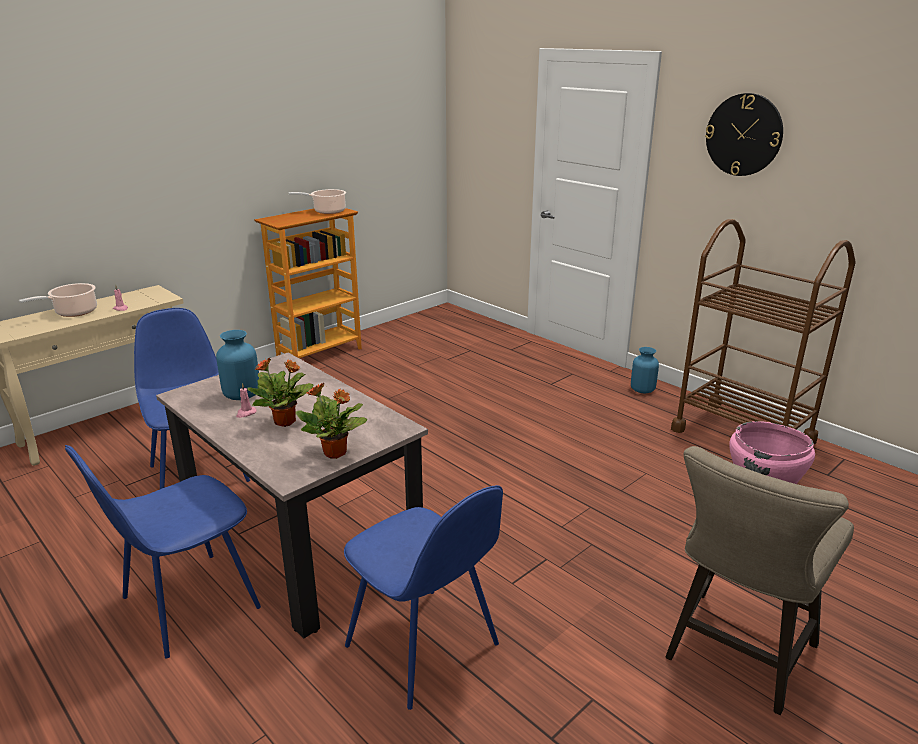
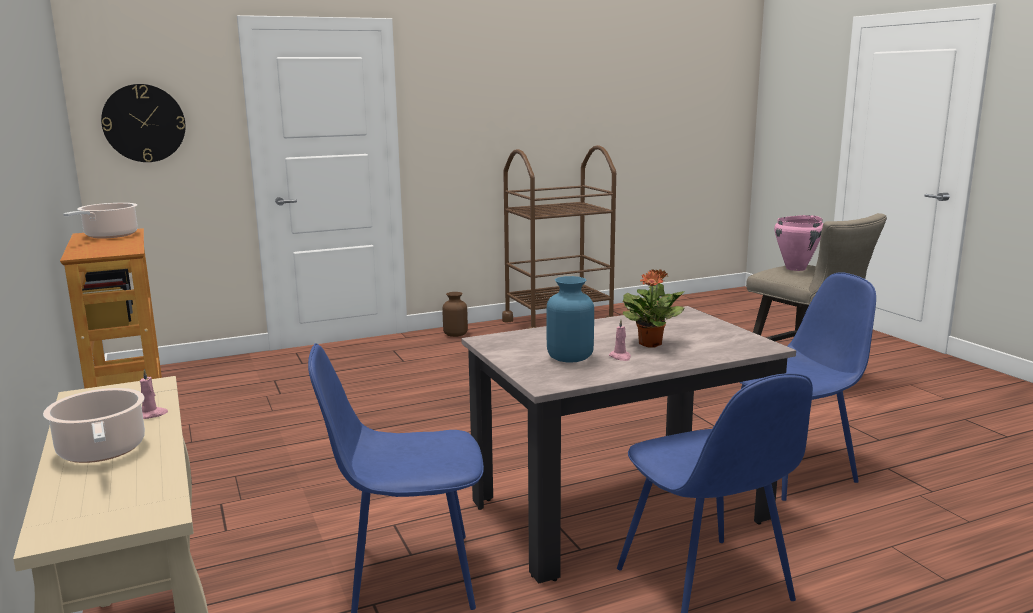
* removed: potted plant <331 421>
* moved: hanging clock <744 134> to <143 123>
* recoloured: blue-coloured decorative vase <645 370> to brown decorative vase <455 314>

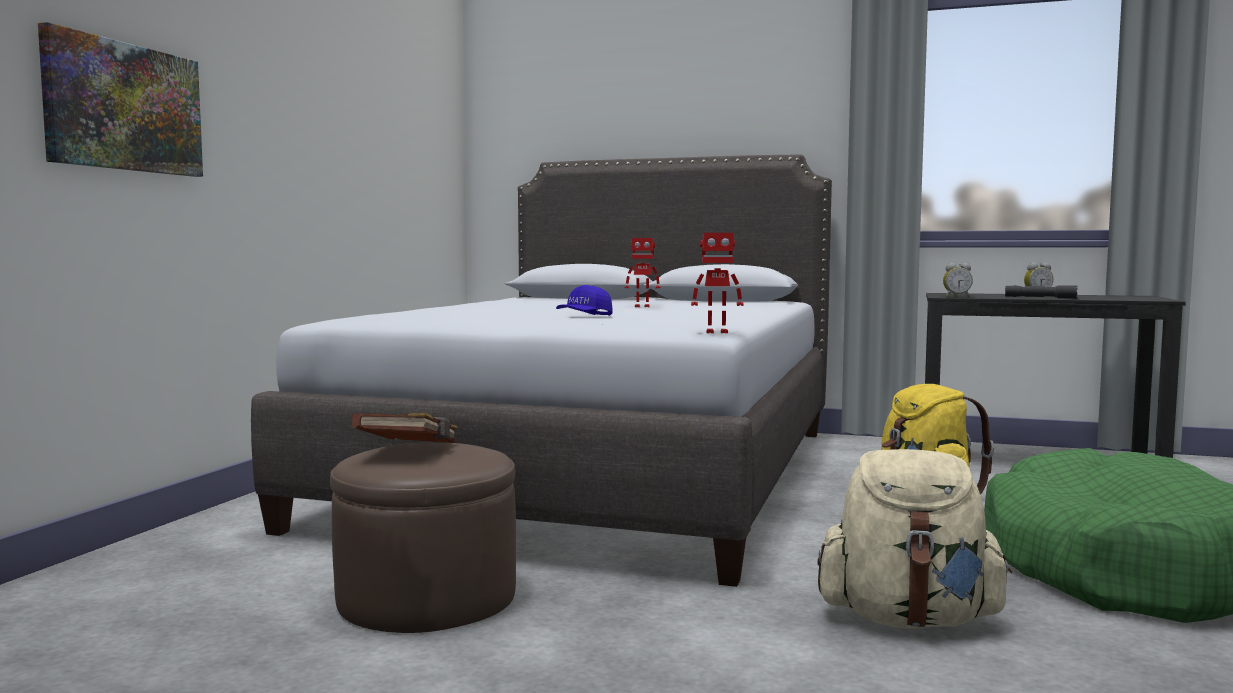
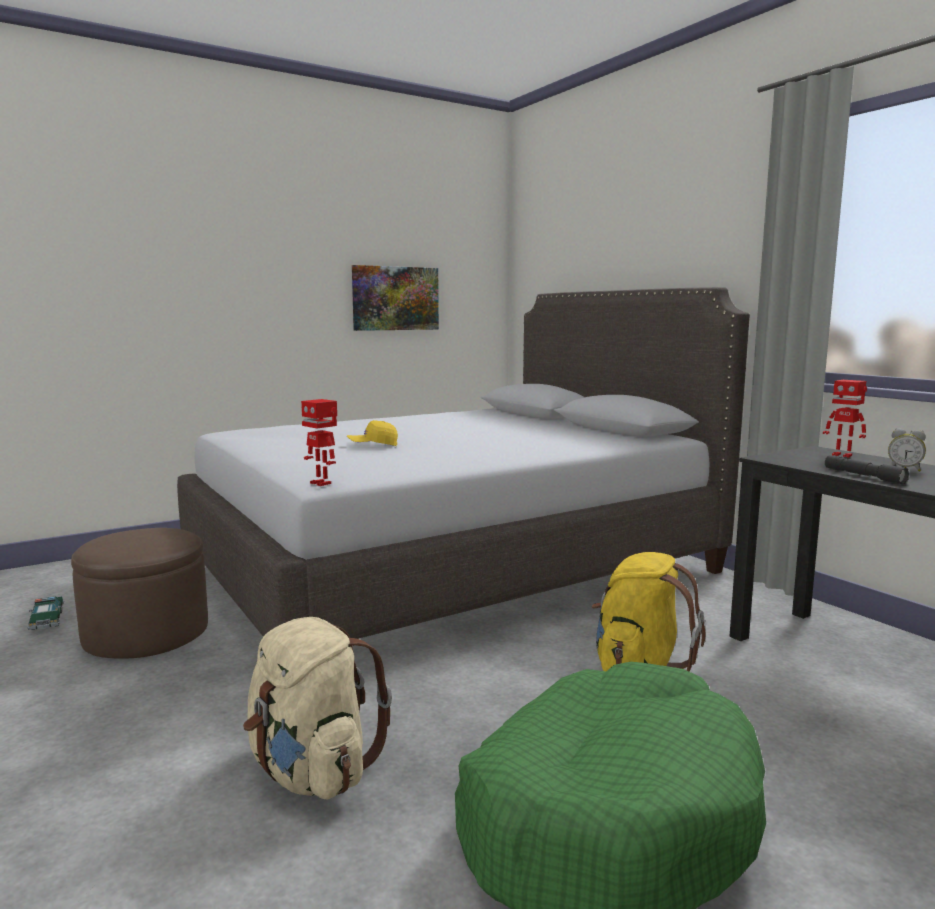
* removed: brown book <404 428>
* removed: bedside clock <958 280>
* added: toy car <45 613>
* moved: wall picture <120 99> to <395 298>
* moved: robot figure <642 272> to <845 418>
* recoloured: blue-coloured baseball cap <584 300> to yellow-coloured baseball cap <372 433>

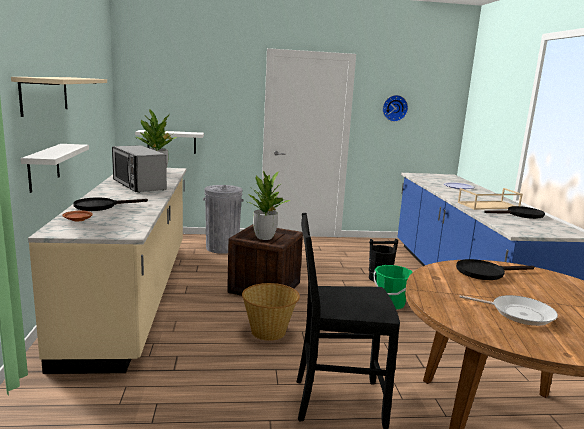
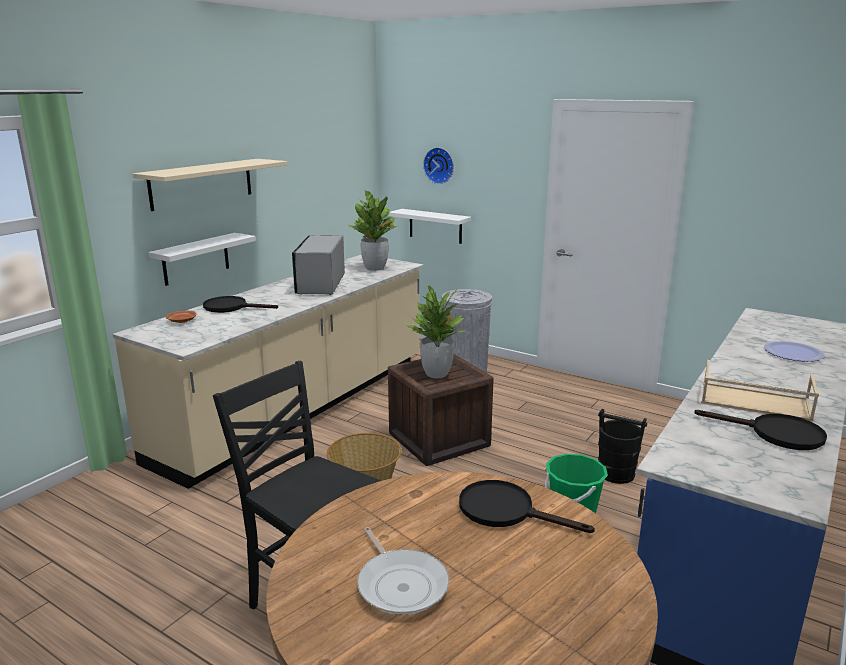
* moved: hanging clock <395 108> to <438 165>

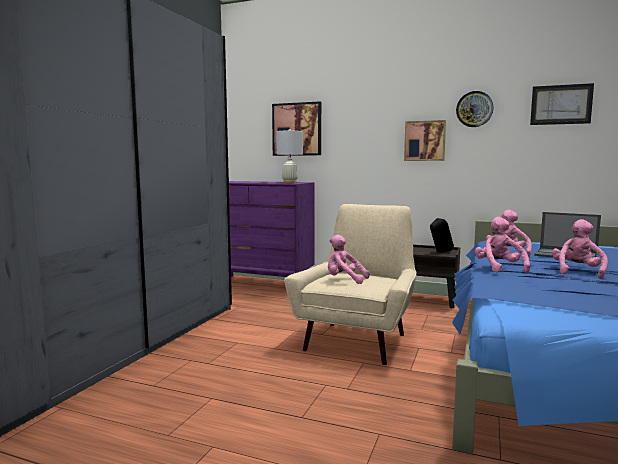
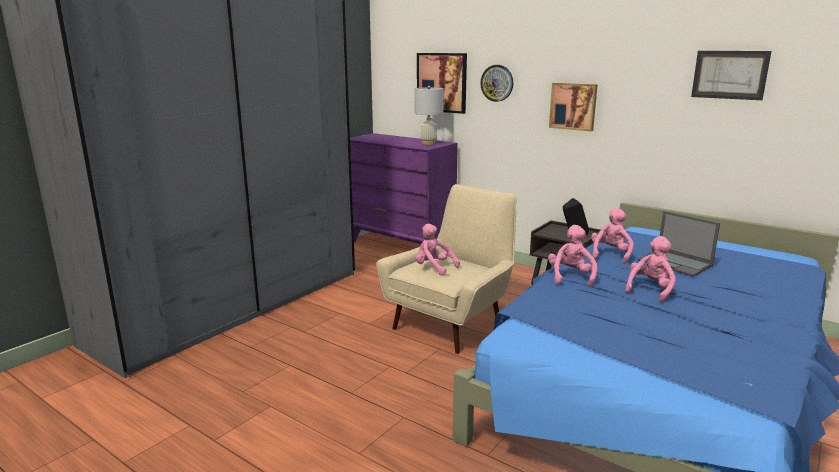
* moved: hanging clock <475 109> to <496 83>

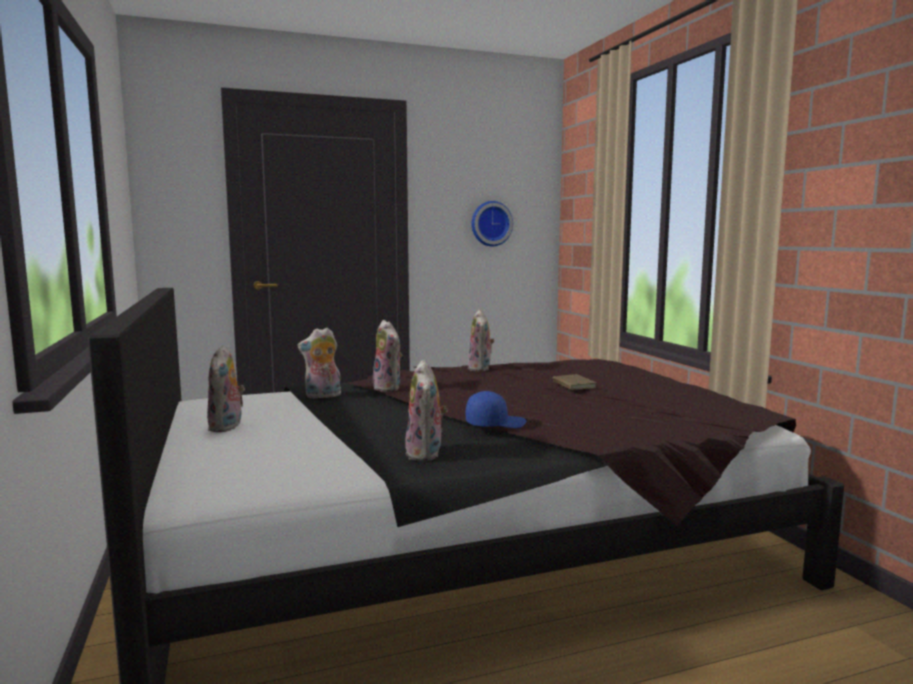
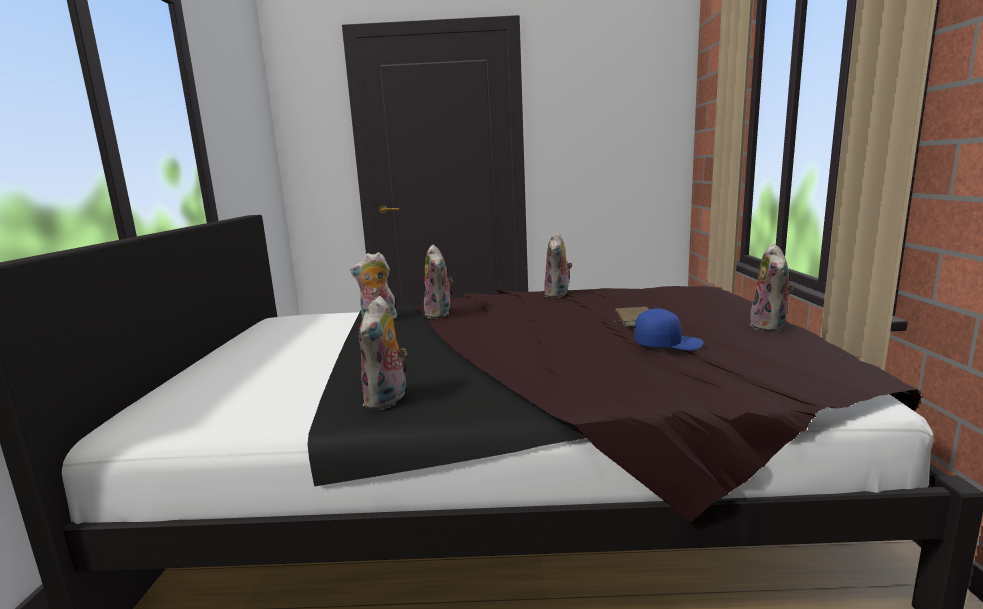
* removed: hanging clock <492 223>
* moved: cuddly toy <226 388> to <772 288>
* moved: blue-coloured baseball cap <496 409> to <669 329>

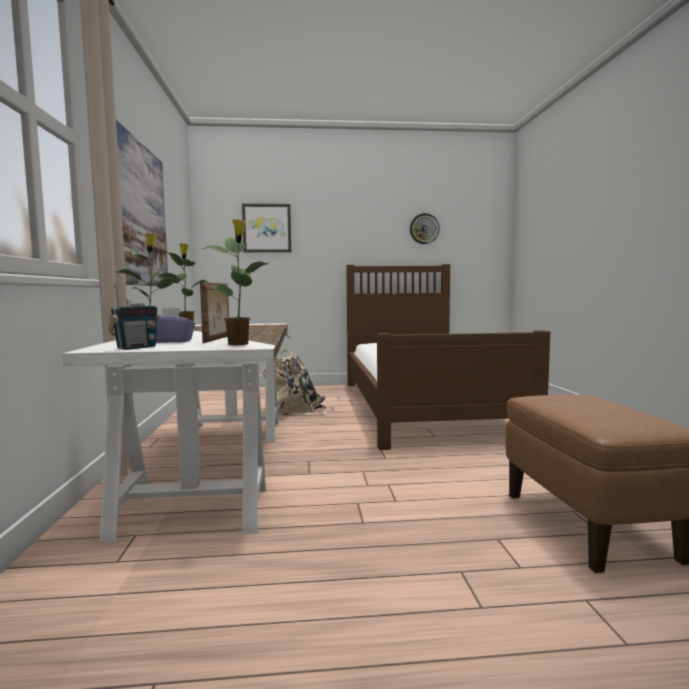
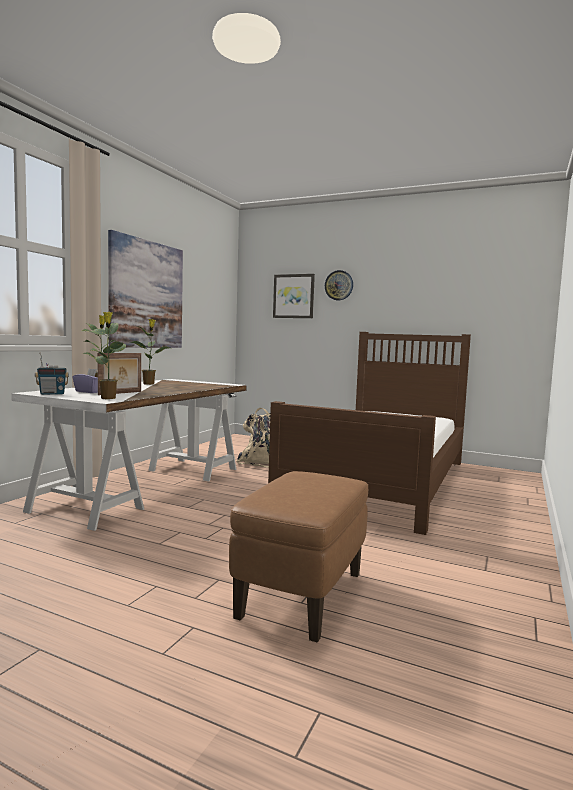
* moved: hanging clock <425 228> to <339 285>

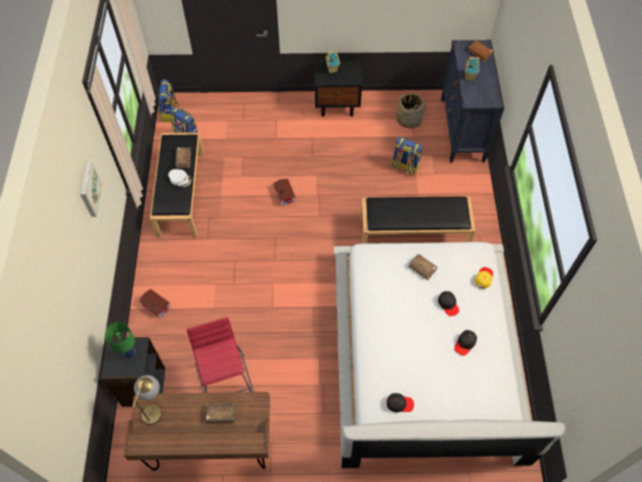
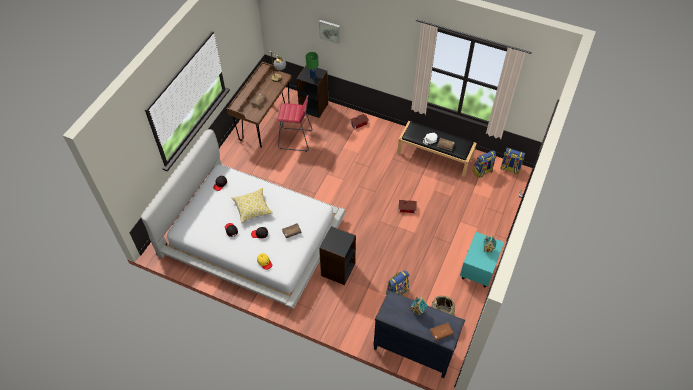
* added: throw pillow <252 205>
* moved: wall picture <91 189> to <329 32>
* replaced: black indoor bench <417 220> to black shelving unit <337 255>
* recoloured: black night table <338 88> to turquoise night table <482 259>

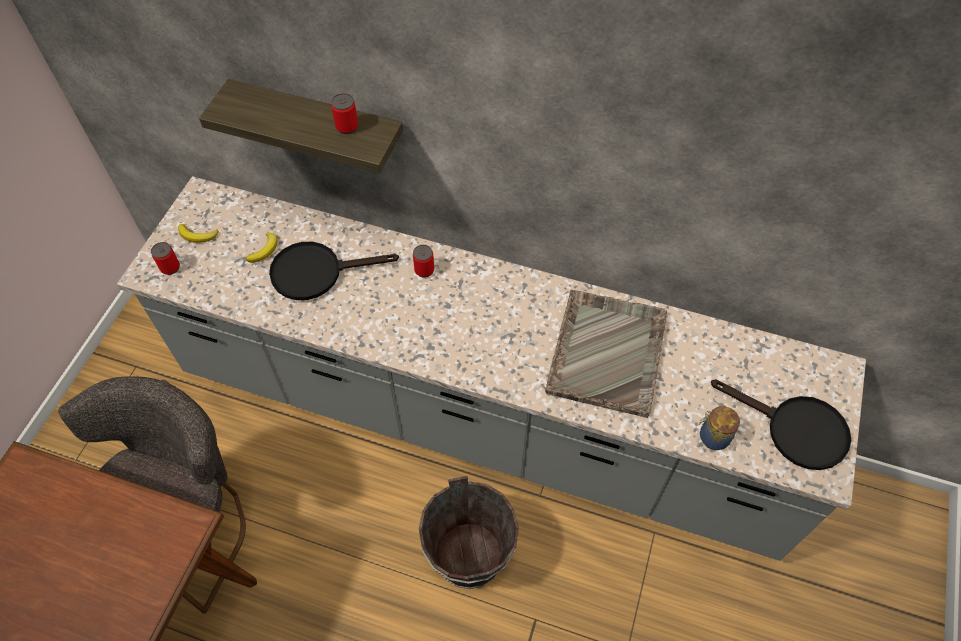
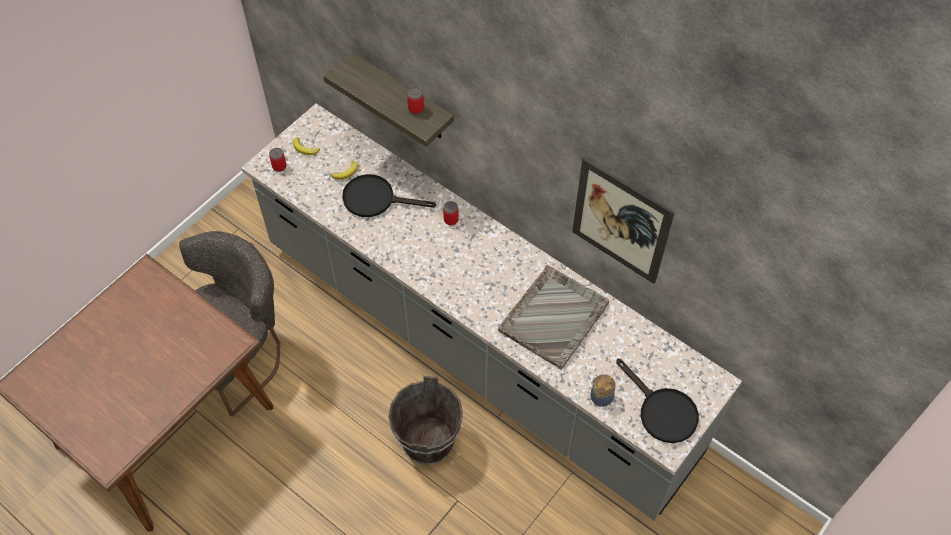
* added: wall picture <623 220>

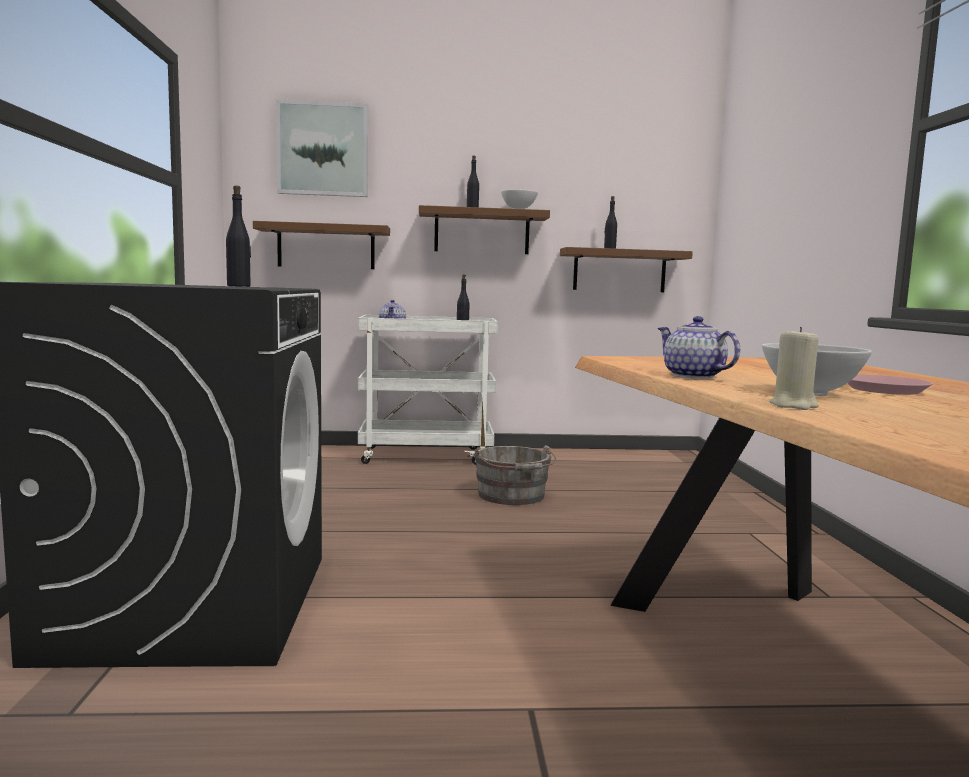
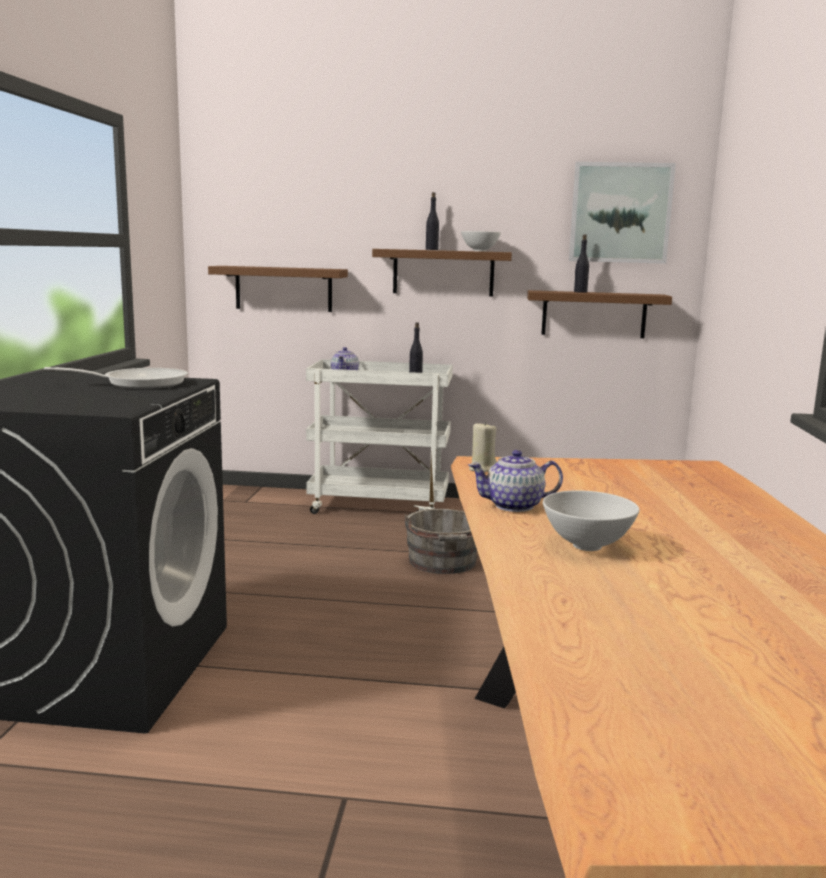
* removed: pink-coloured flat dish <890 384>
* moved: wall picture <322 148> to <622 213>
* moved: beige-coloured wax candle <794 368> to <483 447>
* replaced: black drink bottle <238 236> to skillet <116 378>
* turned: pot for tea <699 347> = <516 481> 75 degrees counterclockwise

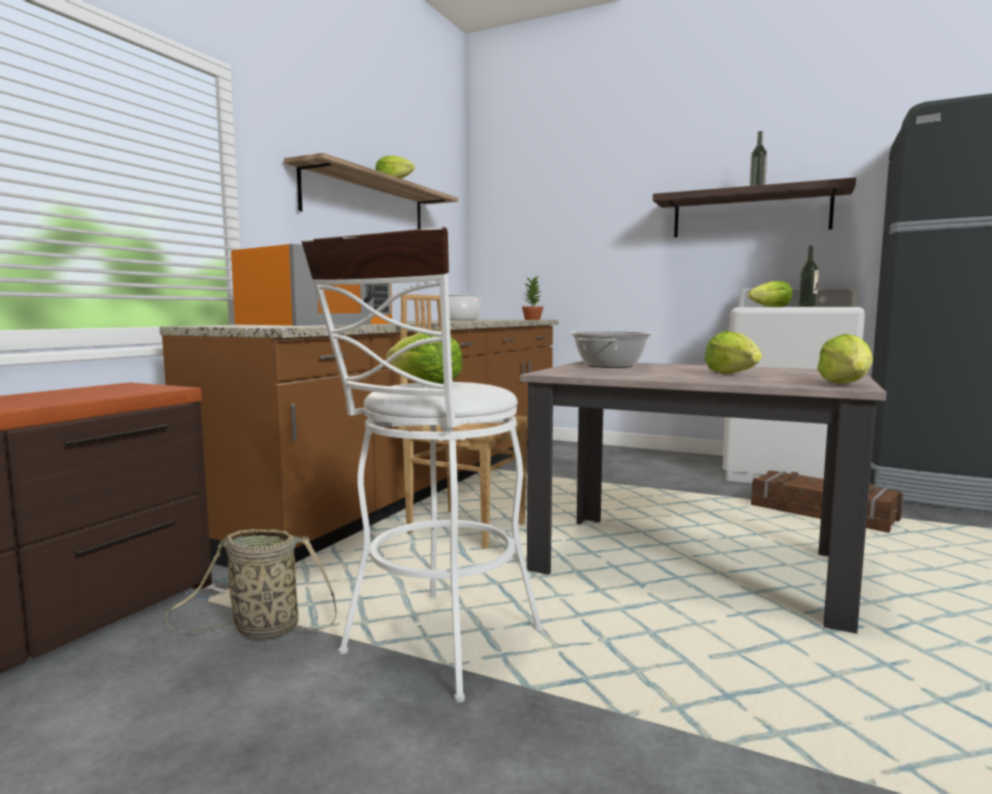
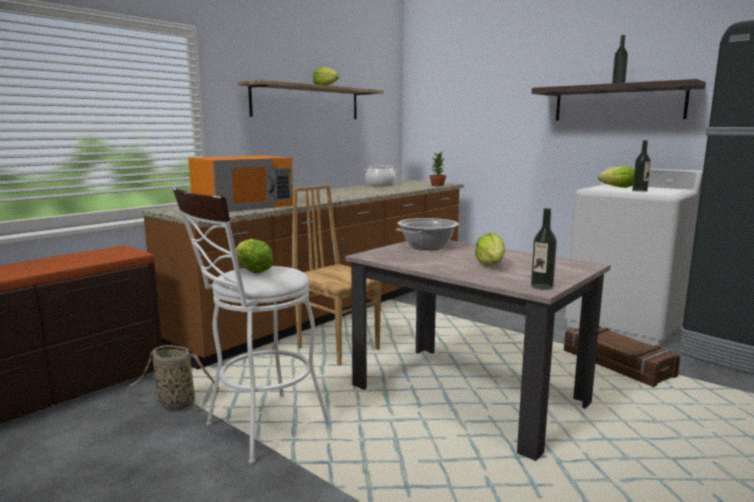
* replaced: lettuce head <845 358> to drink bottle <544 249>

